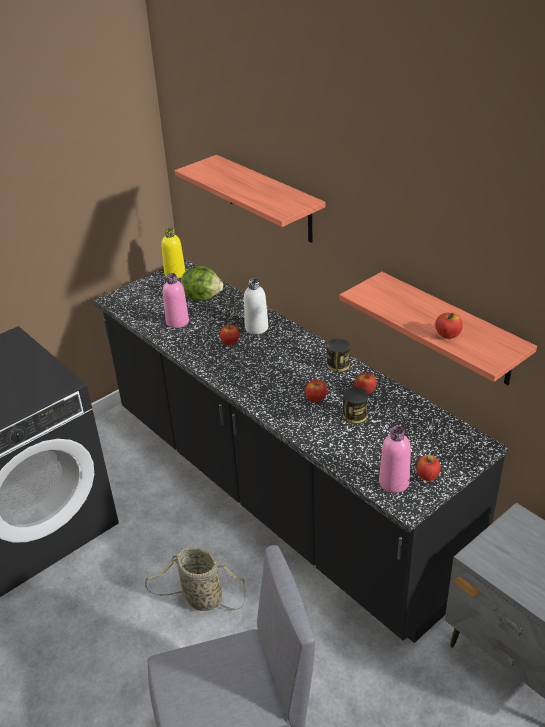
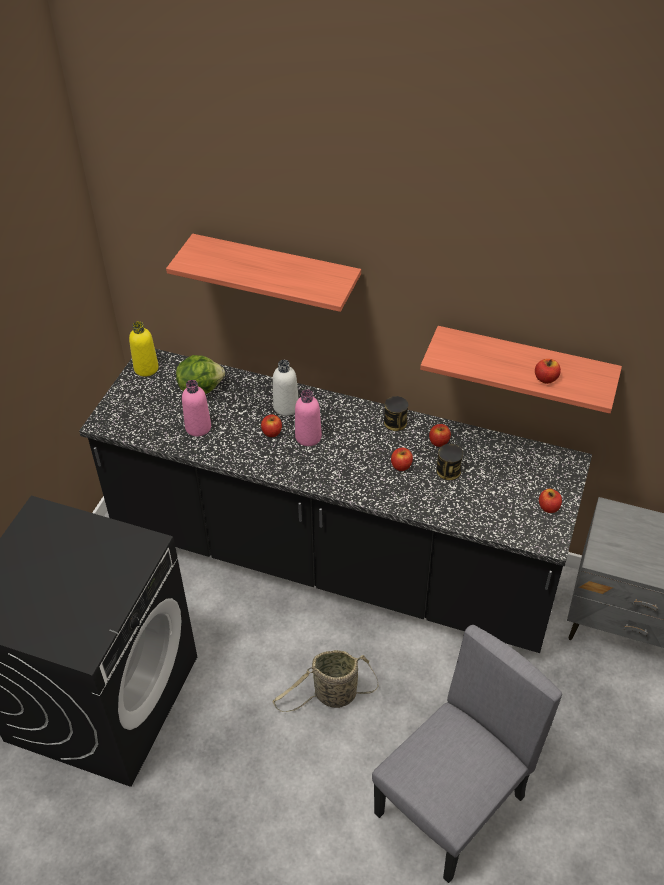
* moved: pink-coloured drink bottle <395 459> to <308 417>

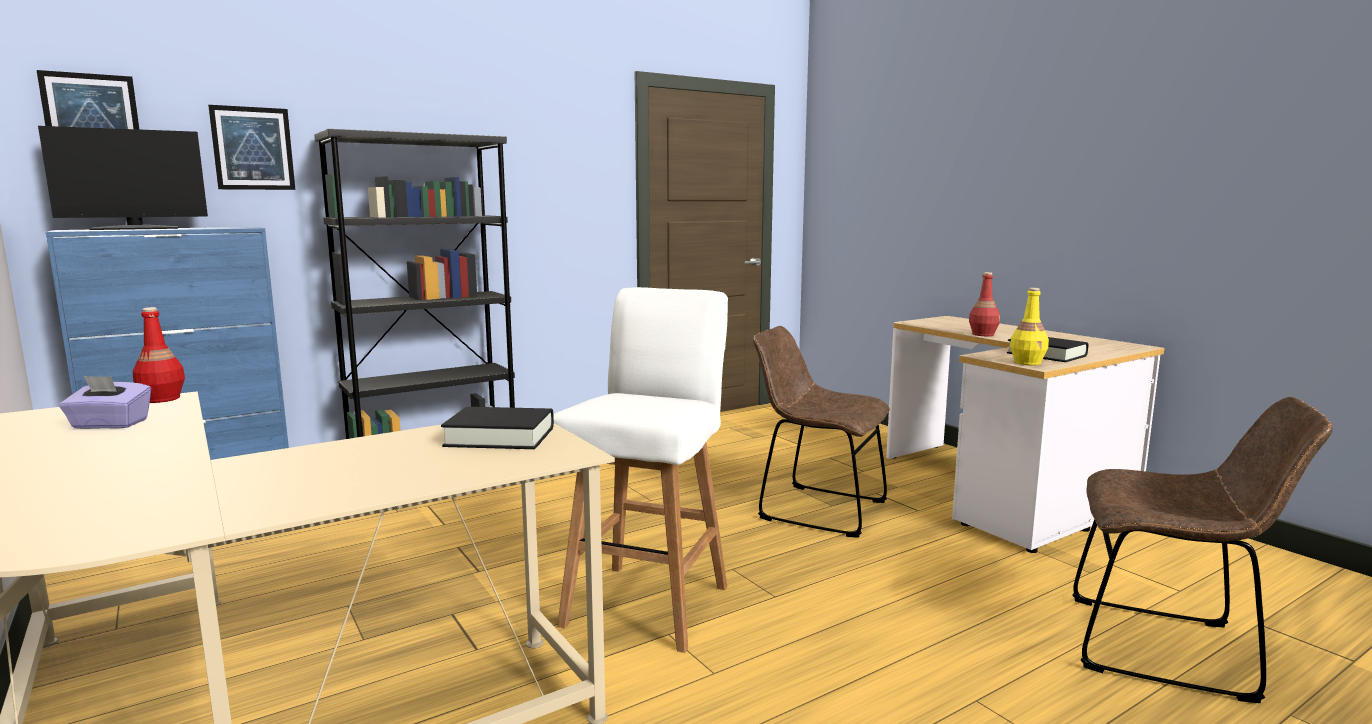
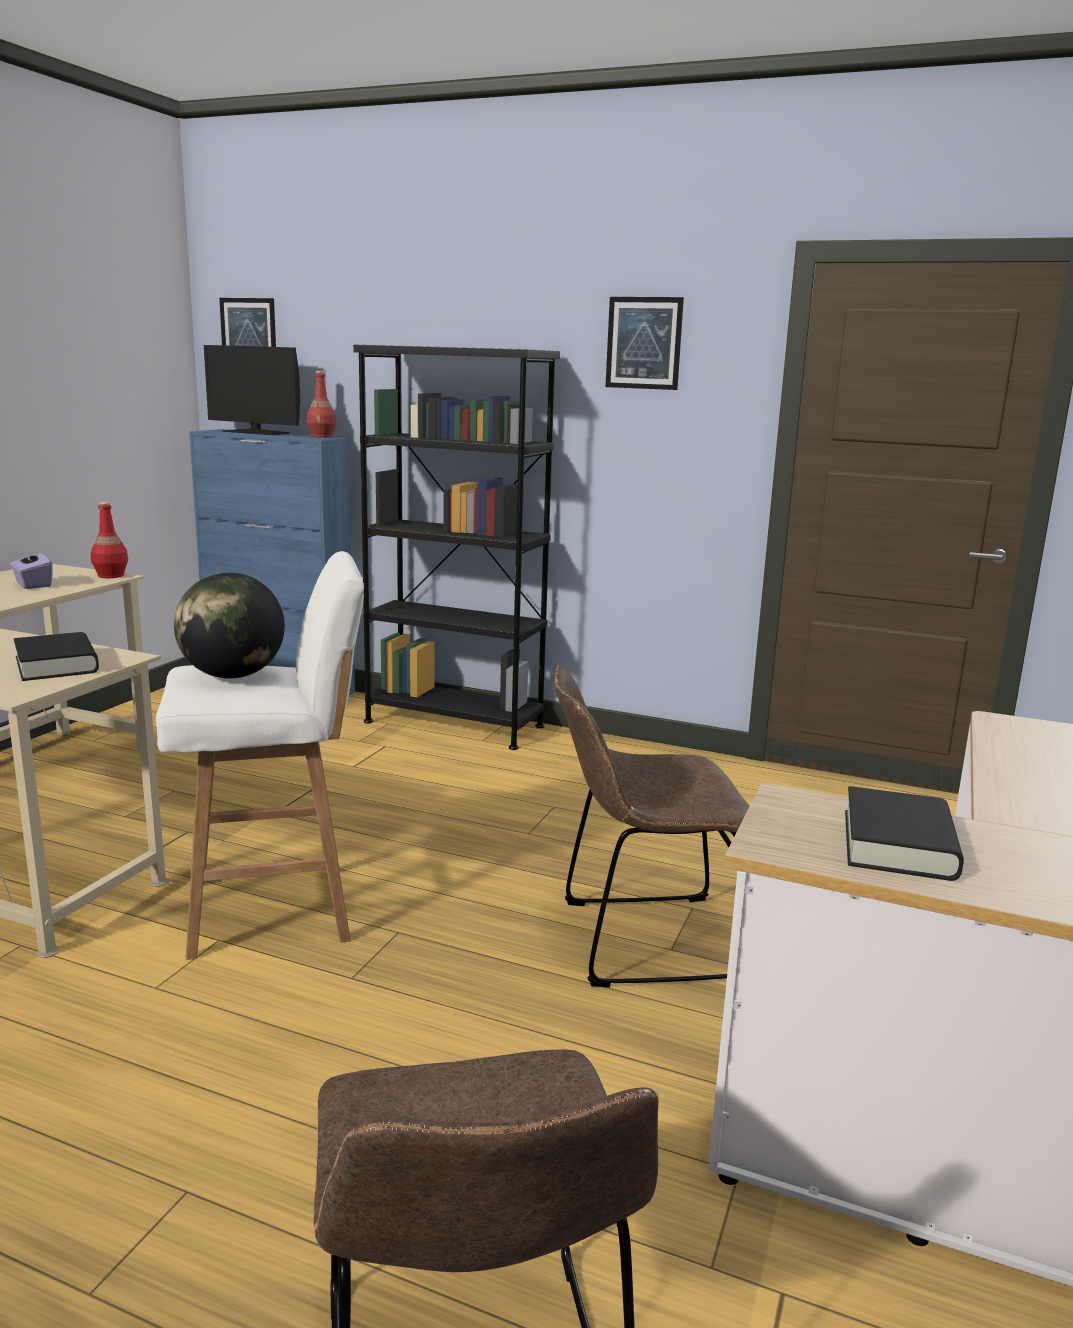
* removed: yellow-coloured drink bottle <1029 326>
* added: desk globe <229 625>
* moved: wall picture <251 147> to <644 343>
* moved: red-coloured drink bottle <984 304> to <322 404>
* turned: brown plain chair <821 432> = <652 826> 90 degrees counterclockwise

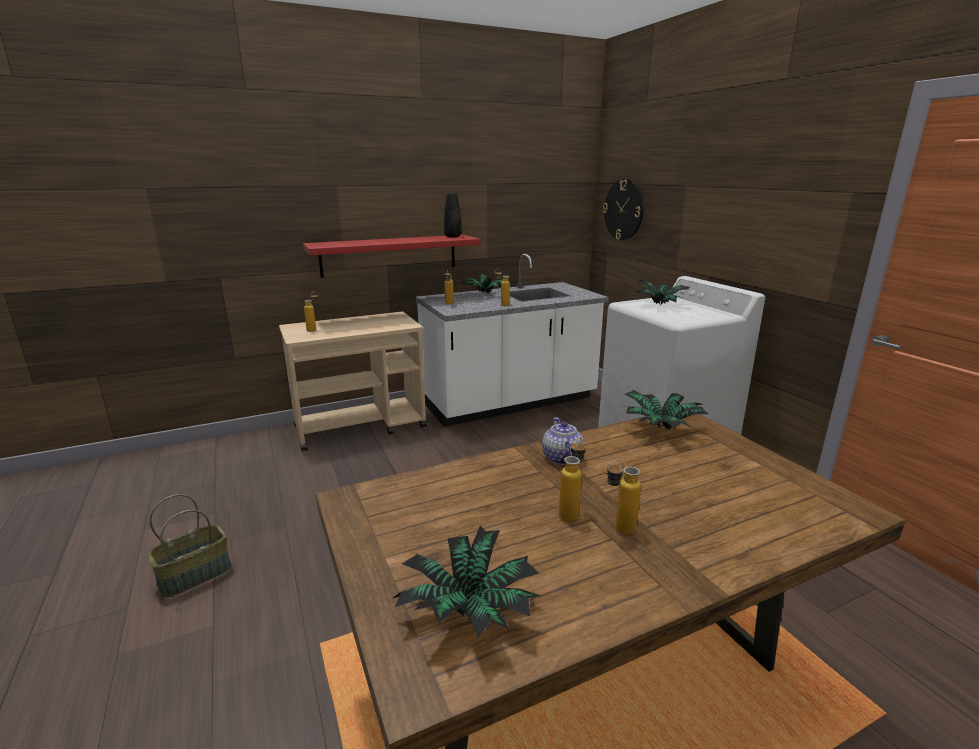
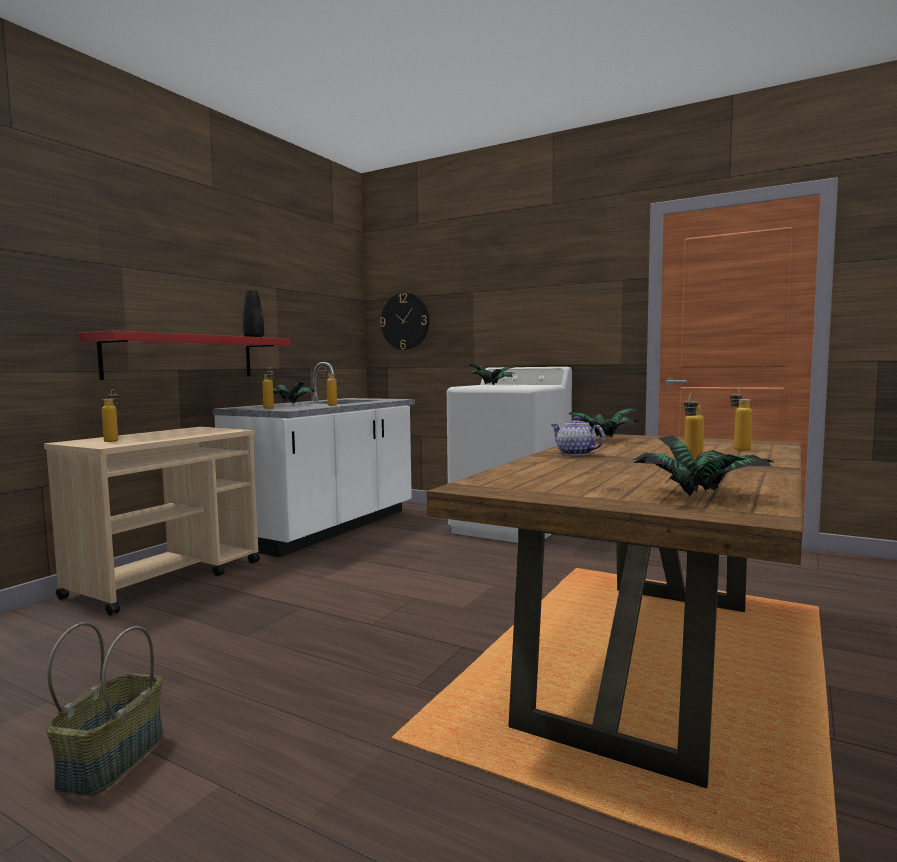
* moved: drink bottle <572 480> to <741 419>

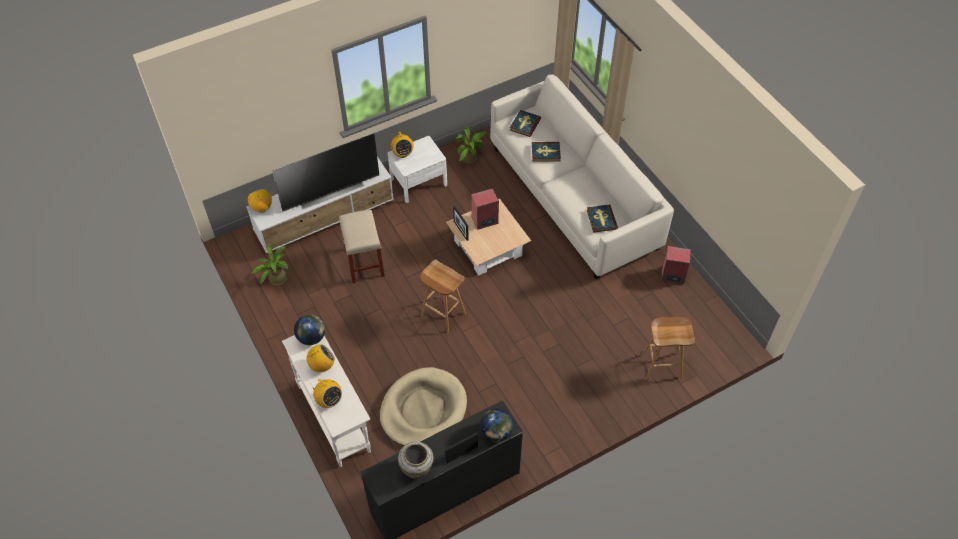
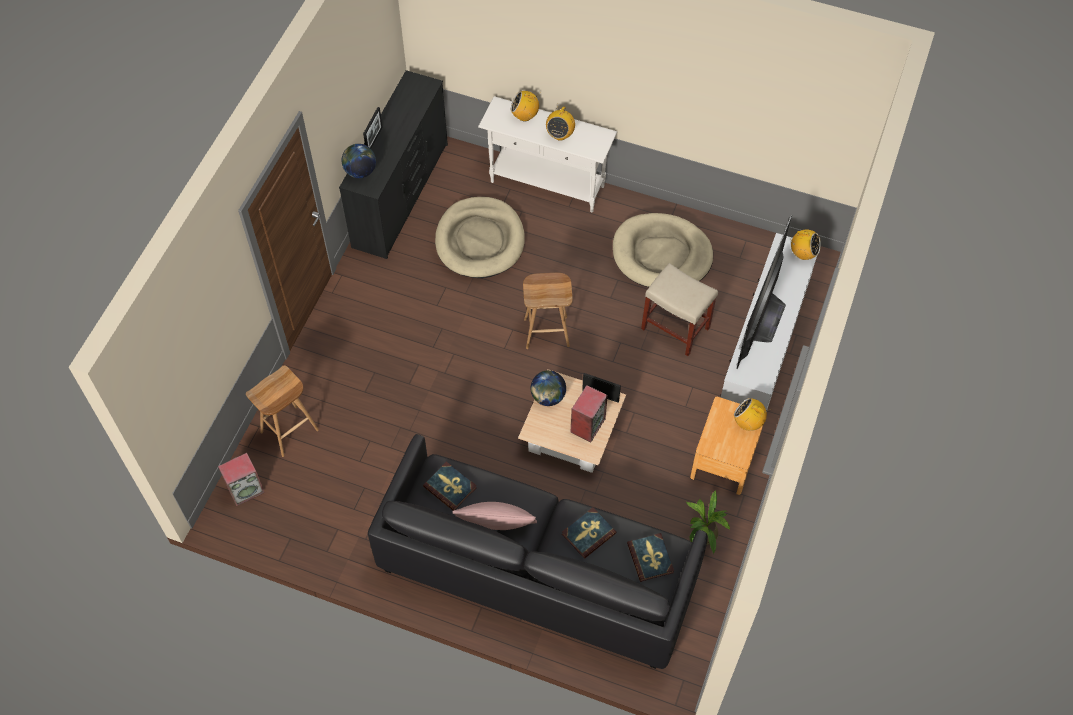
* removed: potted plant <270 265>
* removed: beige-coloured decorative vase <416 460>
* added: pink-coloured throw pillow <494 516>
* added: beige-coloured pet bed <663 250>
* moved: desk globe <309 330> to <548 388>
* moved: audio speaker <676 265> to <241 479>
* recoloured: white-coloured night table <417 169> to brown night table <726 446>
* recoloured: white-coloured sofa <582 176> to black sofa <538 551>

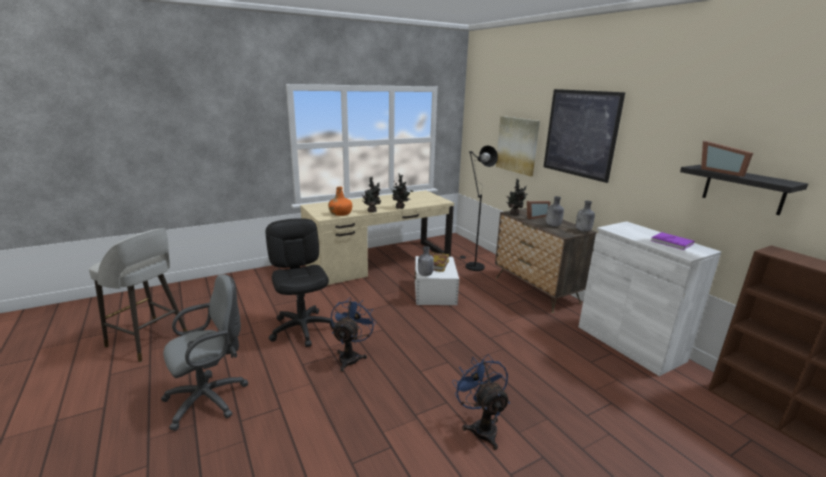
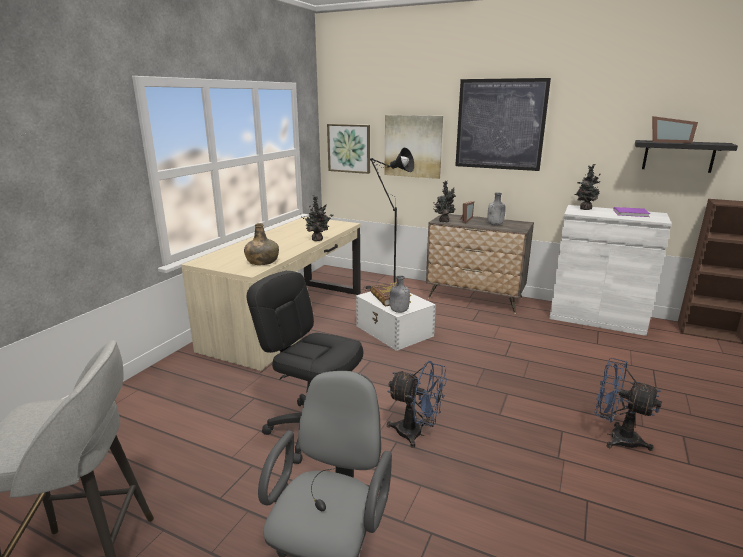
* removed: greyish drink bottle <585 216>
* added: wall picture <348 149>
* moved: potted plant <371 195> to <588 187>
* recoloured: orange drink bottle <340 201> to greenish drink bottle <261 244>
* turned: blue-coloured electric fan <354 334> = <417 404> 135 degrees clockwise

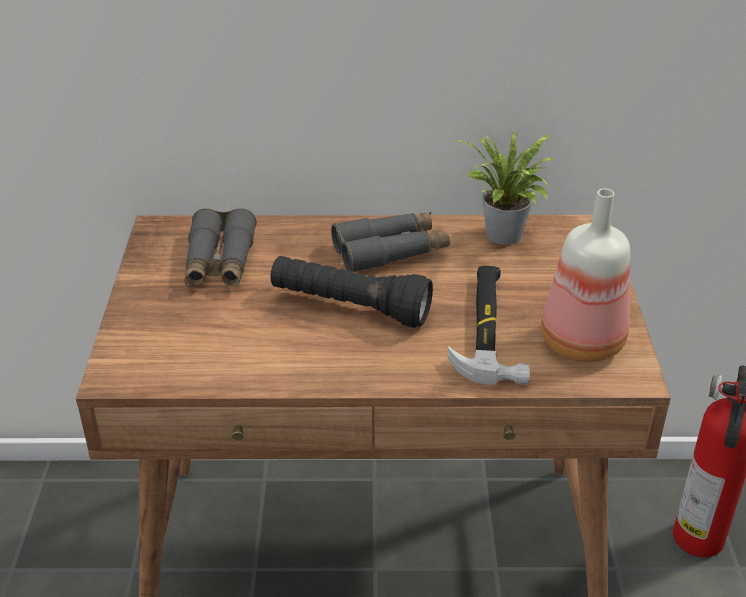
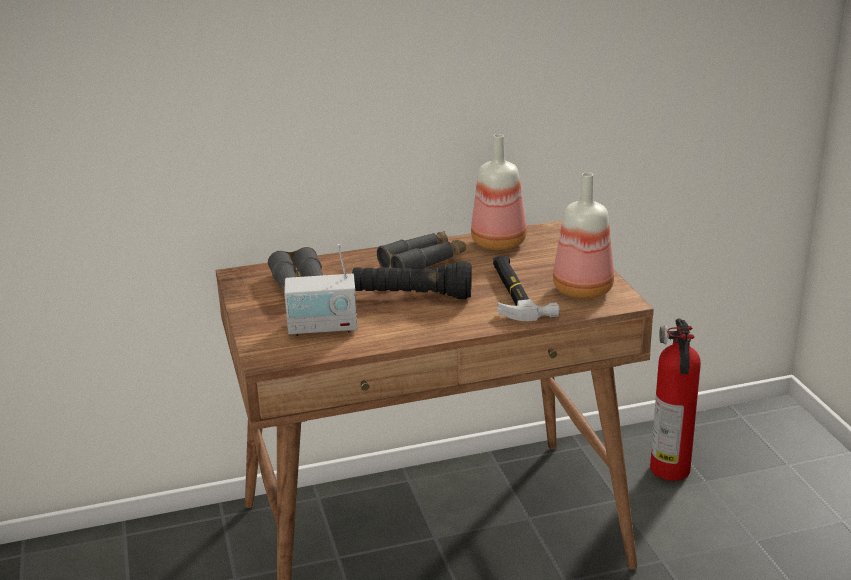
* added: radio receiver <320 290>
* replaced: potted plant <505 188> to drink bottle <499 192>

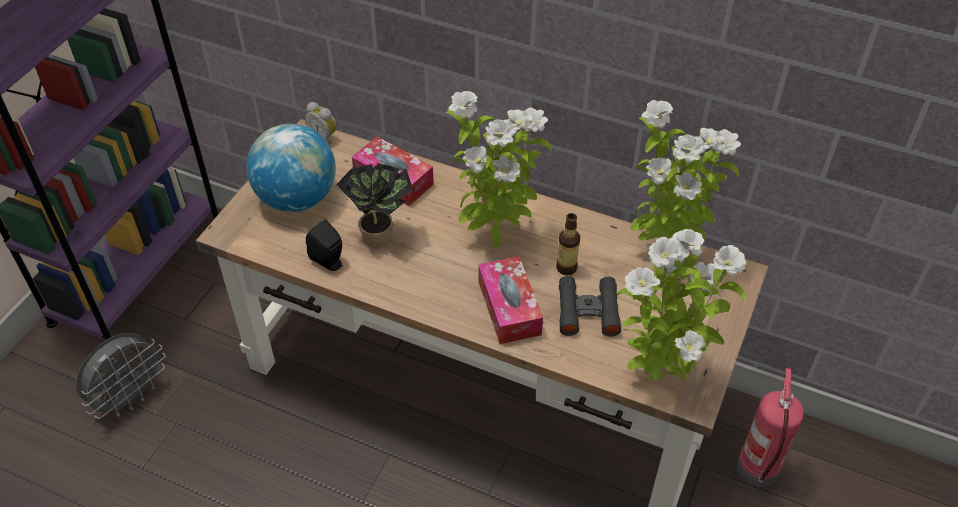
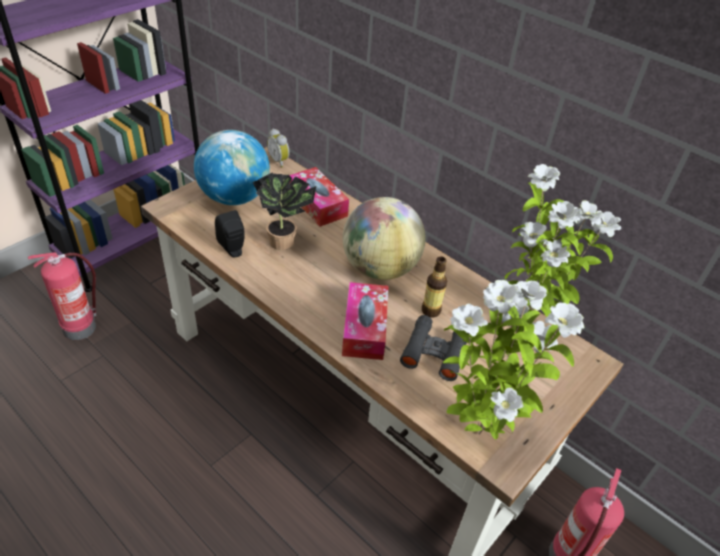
* replaced: greyish electric fan <121 376> to extinguisher <62 296>
* replaced: potted plant <499 169> to desk globe <384 238>

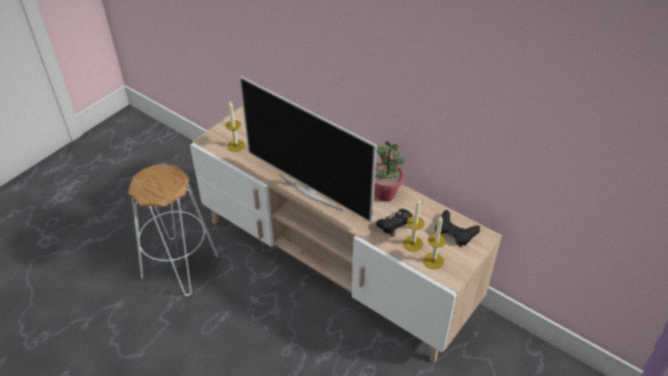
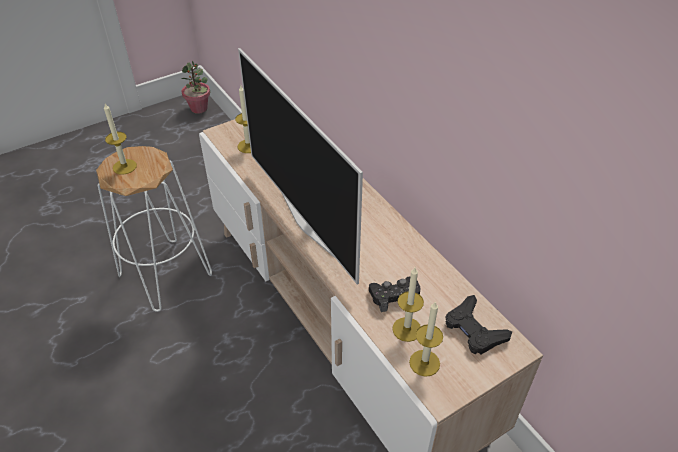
* added: wax candle <120 139>
* moved: potted plant <389 171> to <195 87>

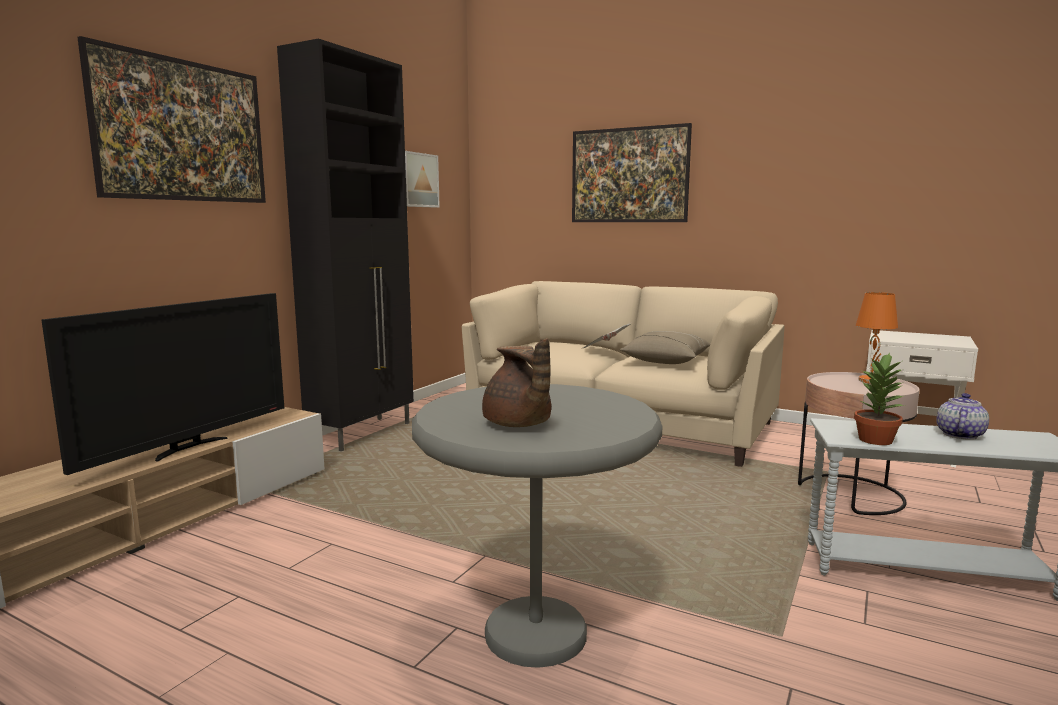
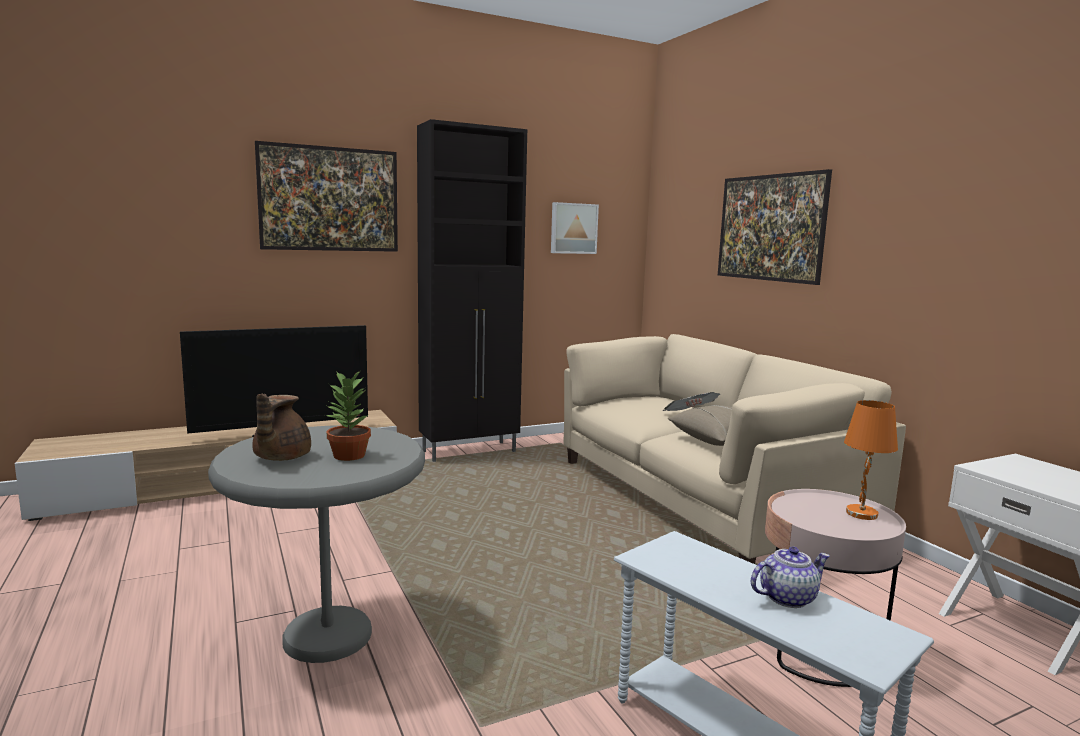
* moved: potted plant <879 398> to <348 416>

